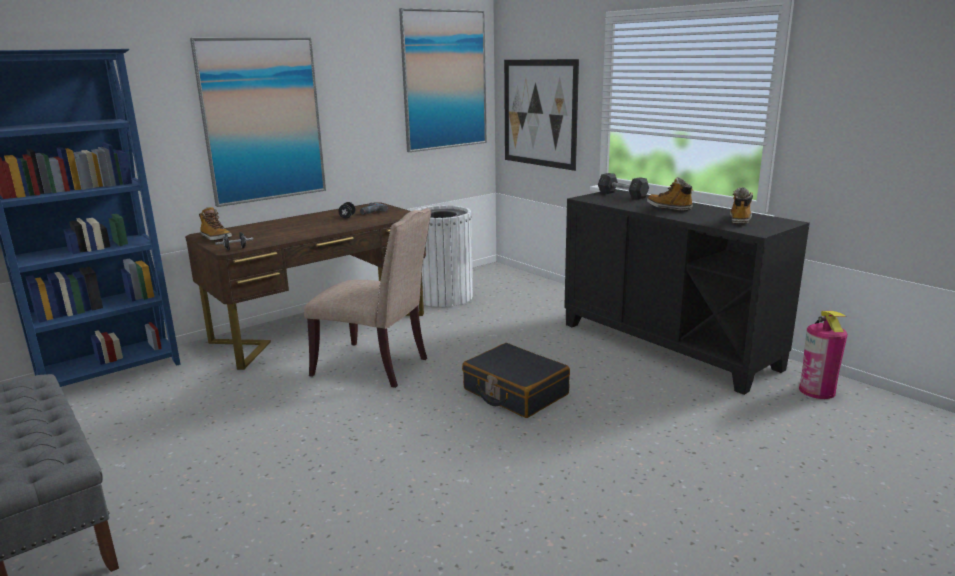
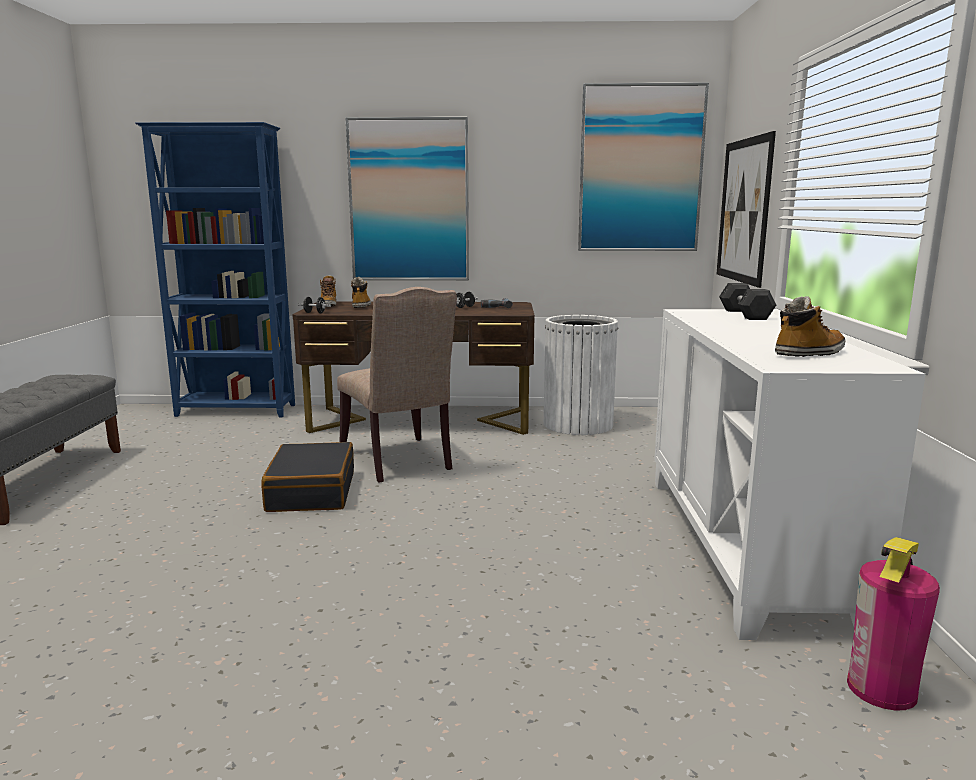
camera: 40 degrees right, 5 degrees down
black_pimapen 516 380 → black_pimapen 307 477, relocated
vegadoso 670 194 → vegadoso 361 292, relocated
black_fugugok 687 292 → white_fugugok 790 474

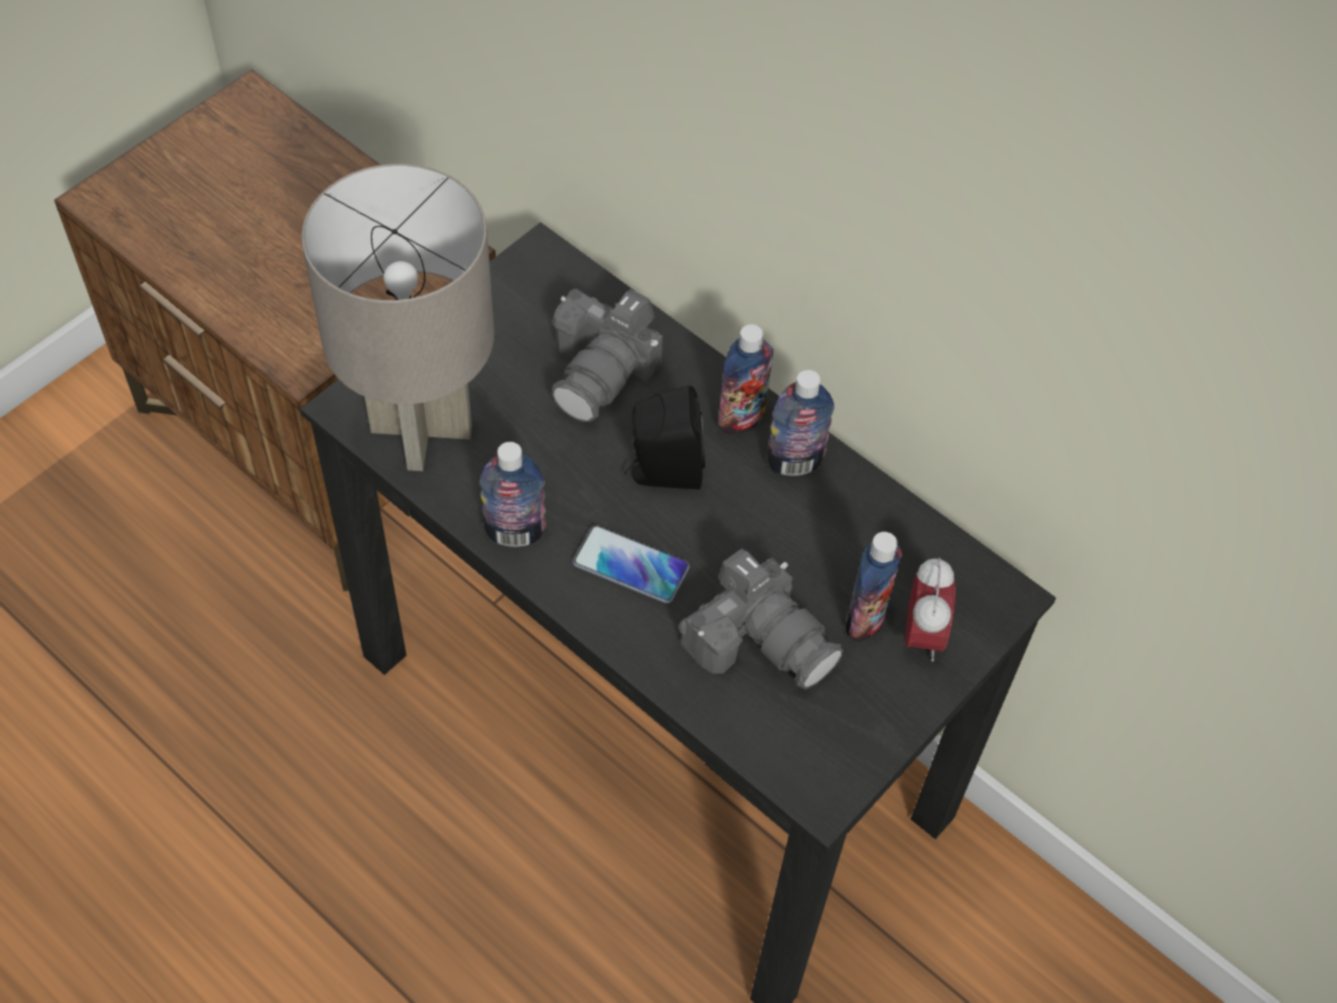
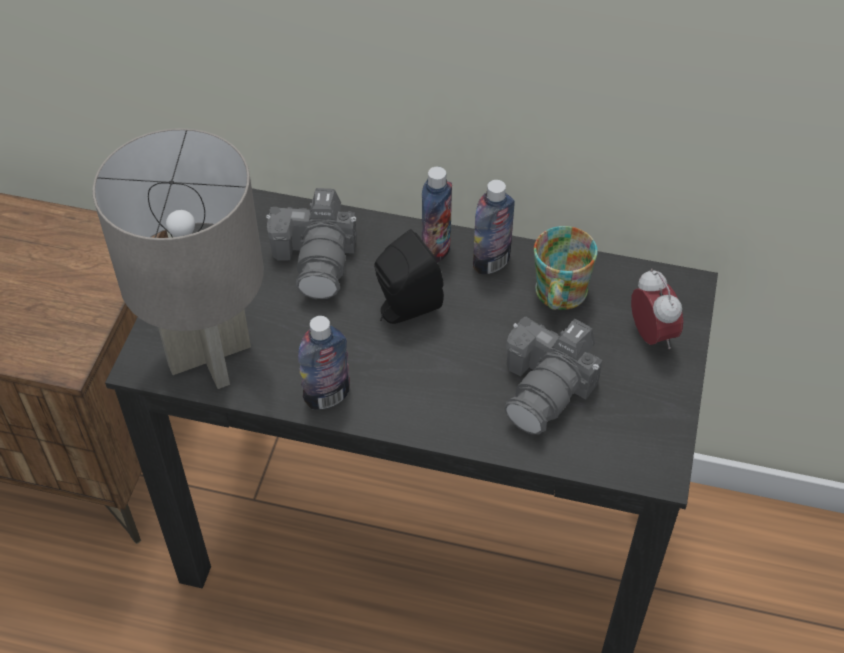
camera: 25 degrees left, 5 degrees down
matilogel 631 564 → -
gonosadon 874 587 → -
- → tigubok 566 268
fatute 761 618 → fatute 554 375, 105 degrees clockwise

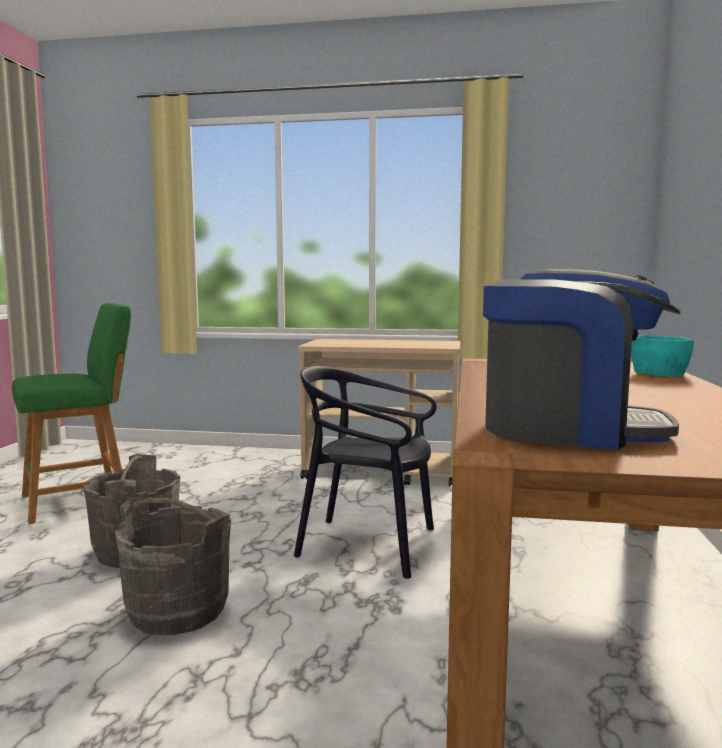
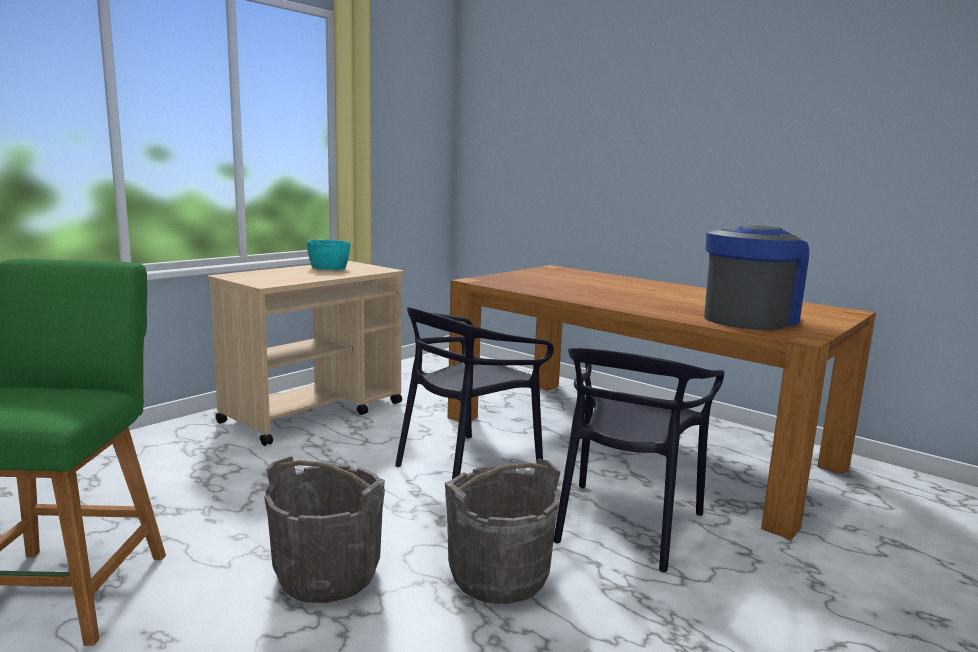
camera: 60 degrees left, 5 degrees up
- → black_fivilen 638 460
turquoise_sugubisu 662 356 → turquoise_sugubisu 328 255, relocated

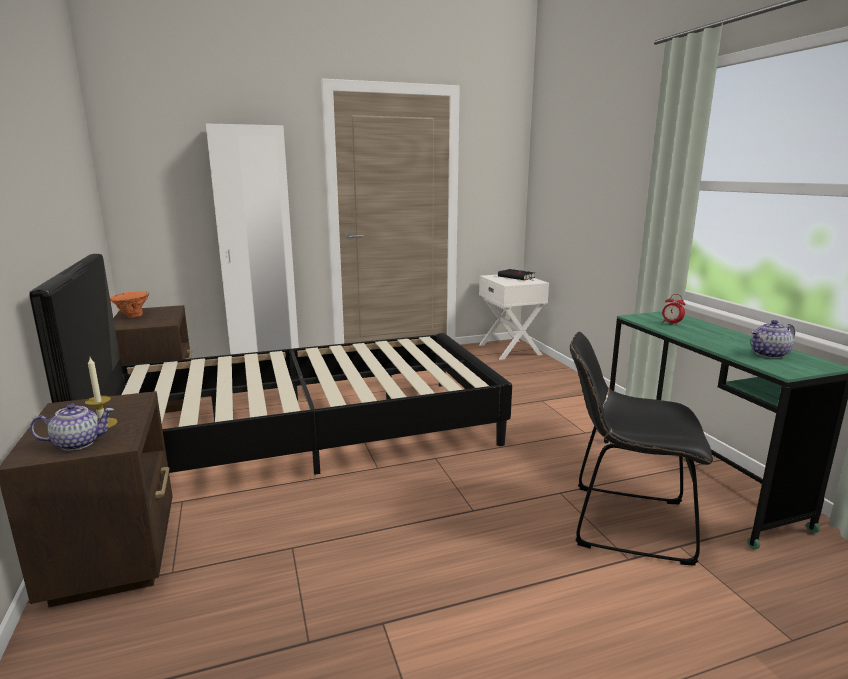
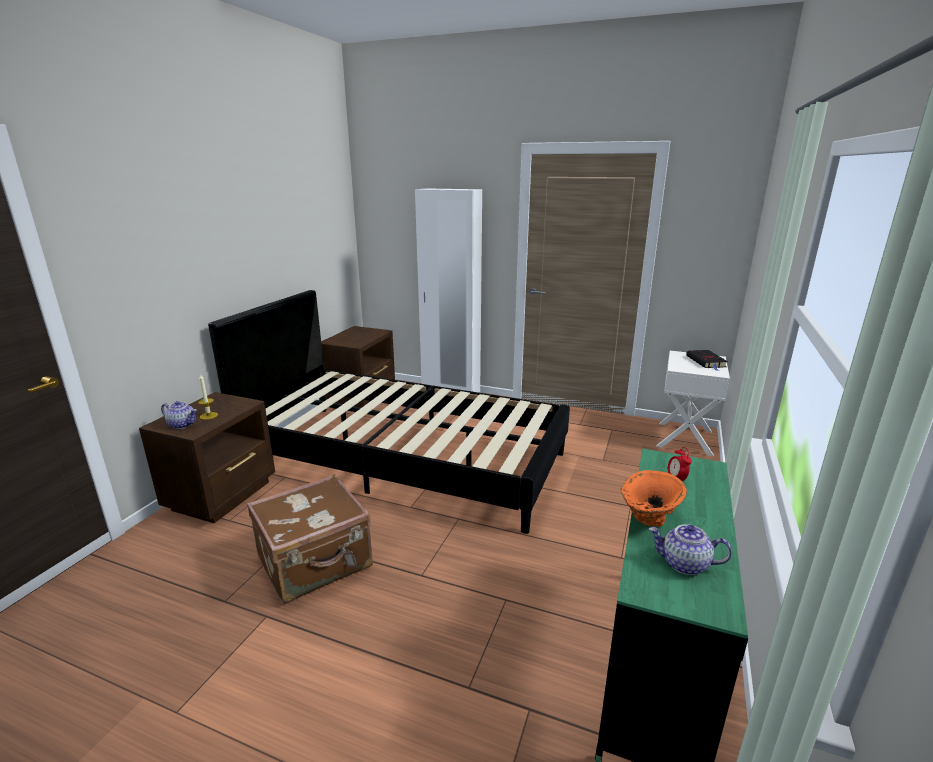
camera: 40 degrees right, 5 degrees up
black_fivilen 641 448 → -
- → brown_pimapen 310 539
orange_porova 129 304 → orange_porova 653 498, relocated

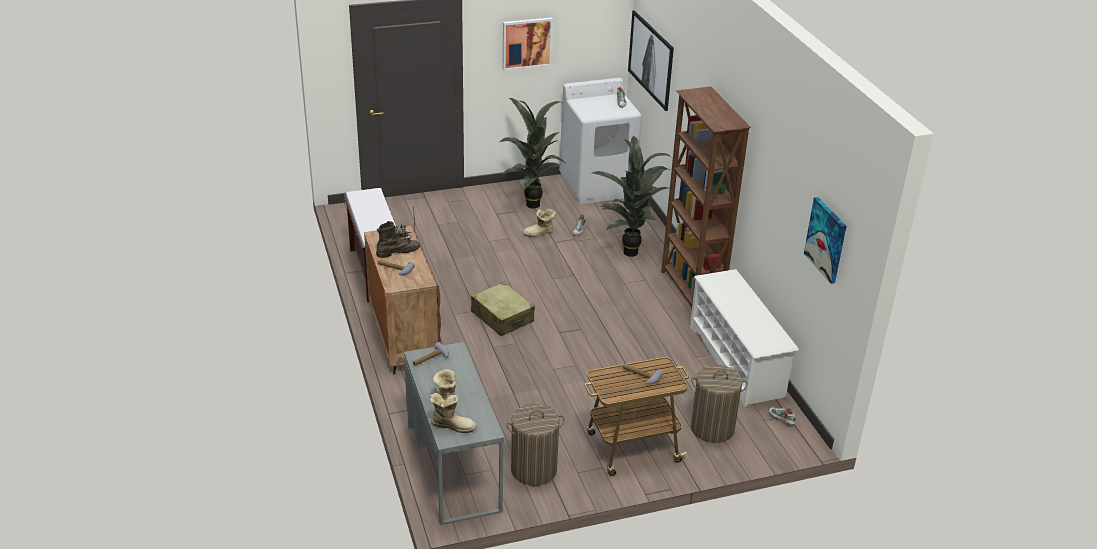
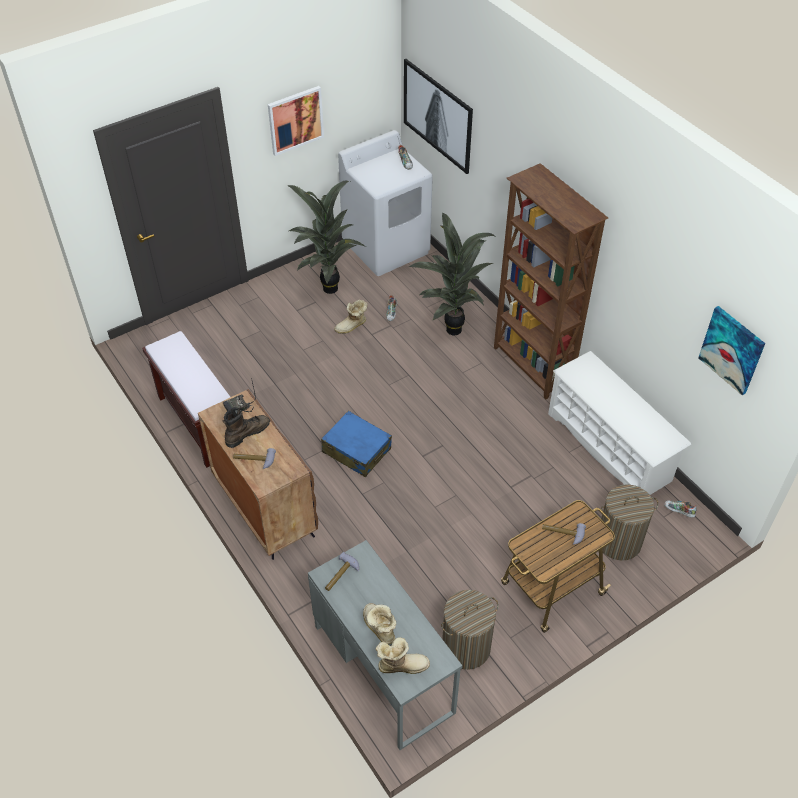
camera: 15 degrees left, 15 degrees up
beige_pimapen 503 309 → blue_pimapen 356 444

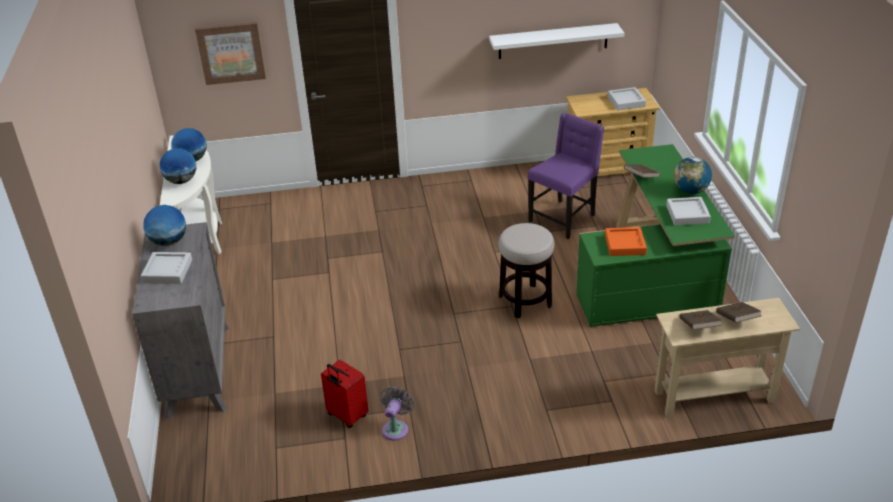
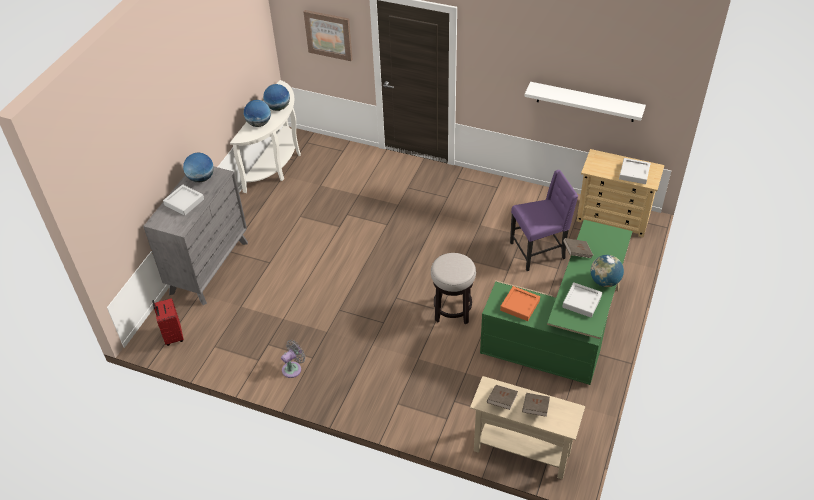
camera: 30 degrees right, 10 degrees up
red_pimapen 345 394 → red_pimapen 168 322, relocated

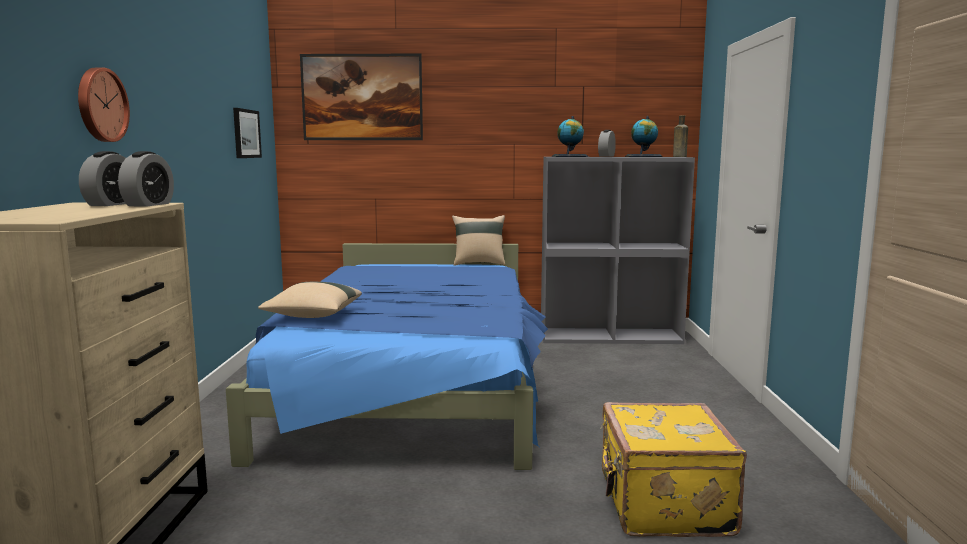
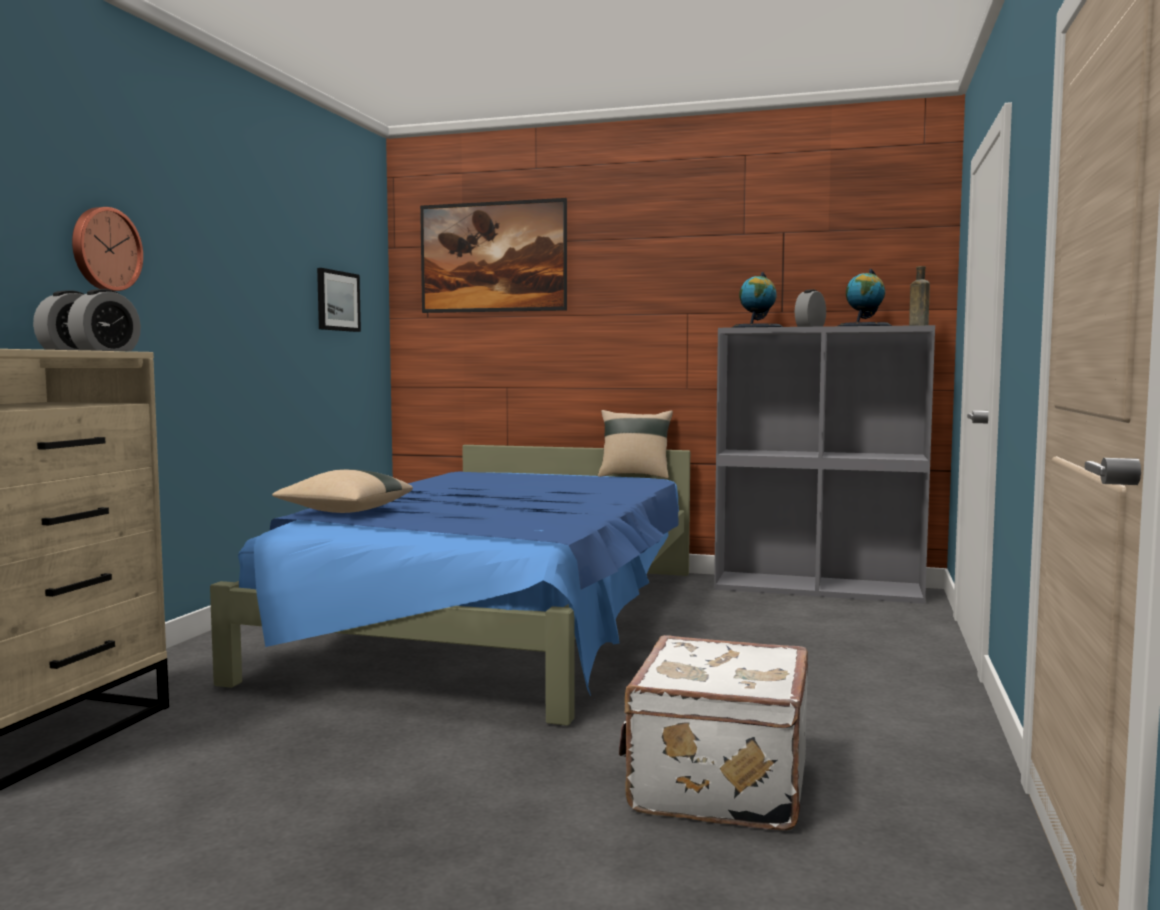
camera: 15 degrees right, 5 degrees down
yellow_pimapen 673 469 → white_pimapen 713 733

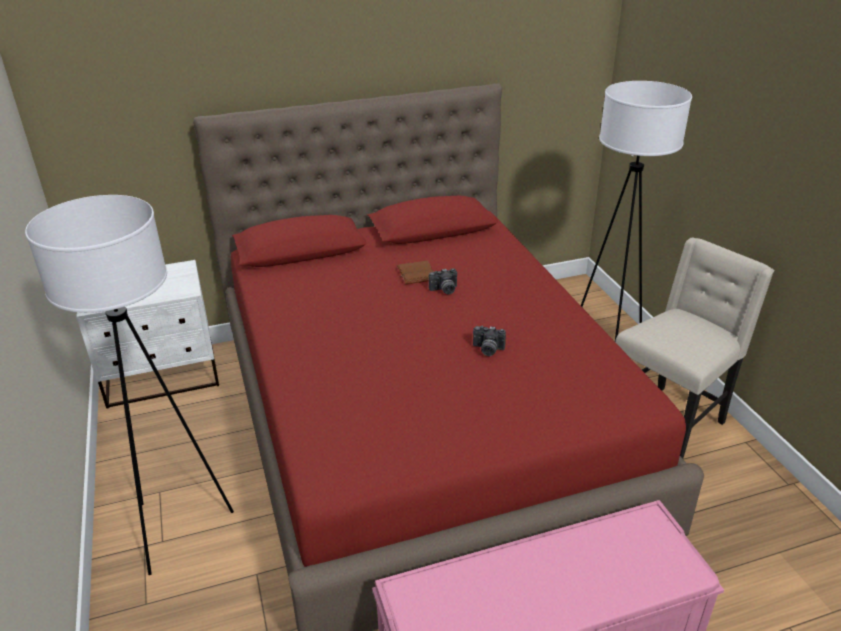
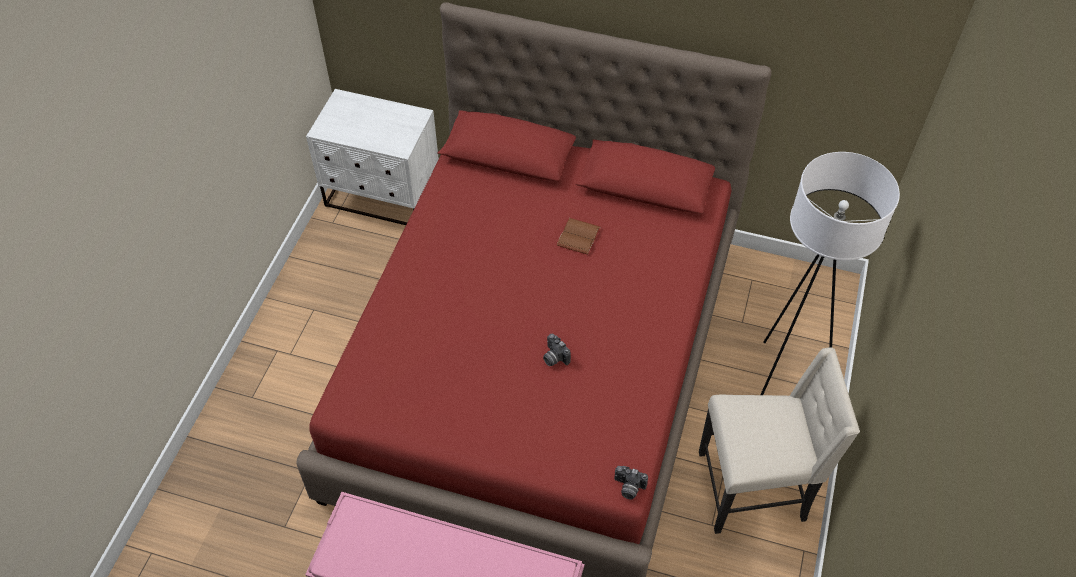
camera: 35 degrees right, 20 degrees up
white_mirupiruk 129 385 → -
fatute 443 281 → fatute 631 482, relocated

